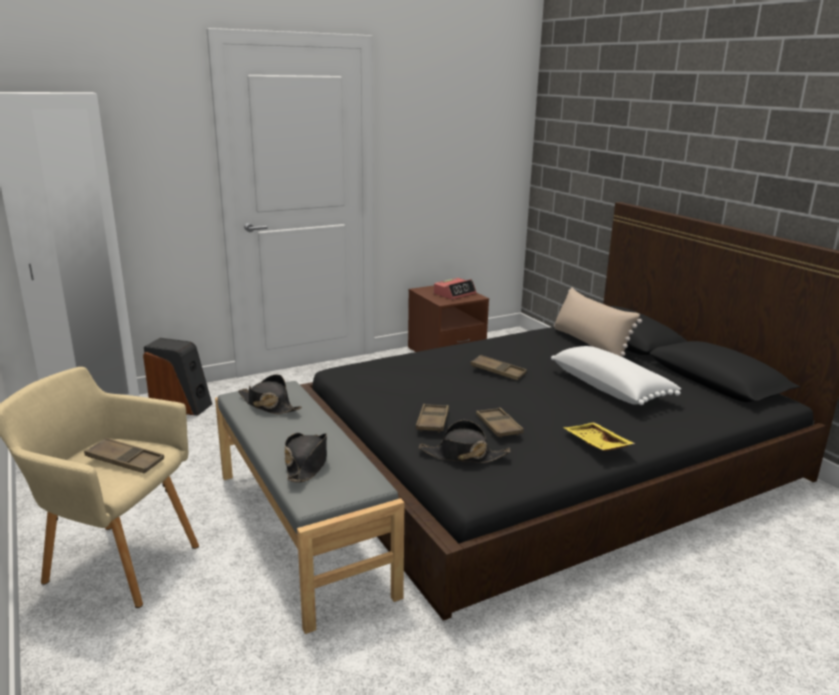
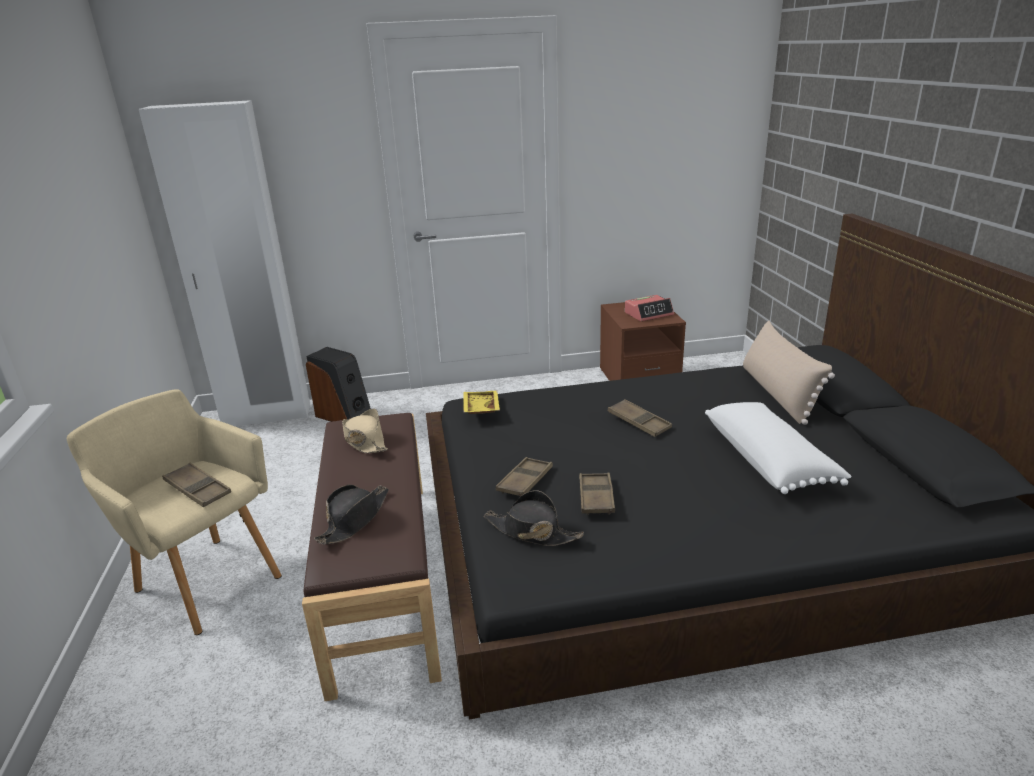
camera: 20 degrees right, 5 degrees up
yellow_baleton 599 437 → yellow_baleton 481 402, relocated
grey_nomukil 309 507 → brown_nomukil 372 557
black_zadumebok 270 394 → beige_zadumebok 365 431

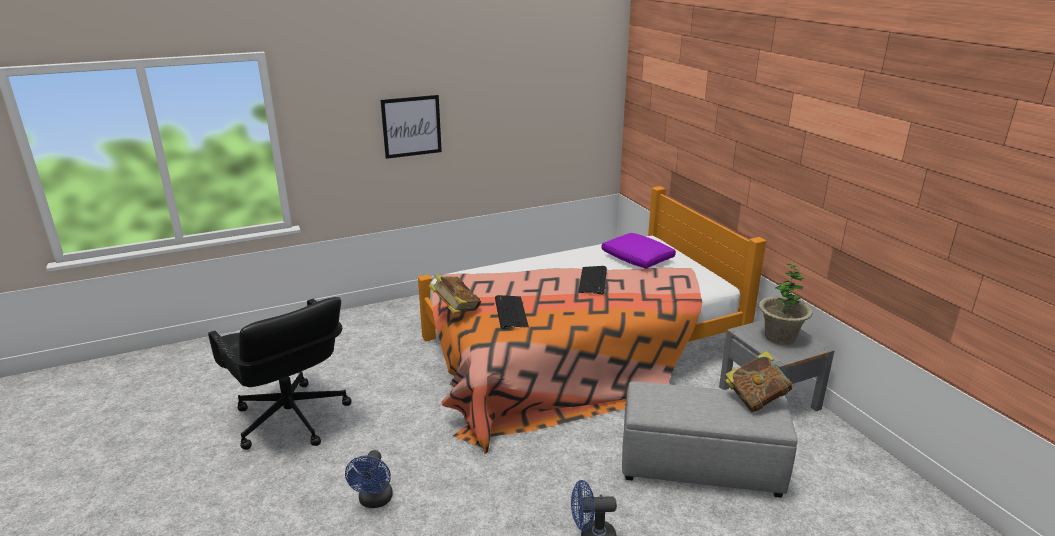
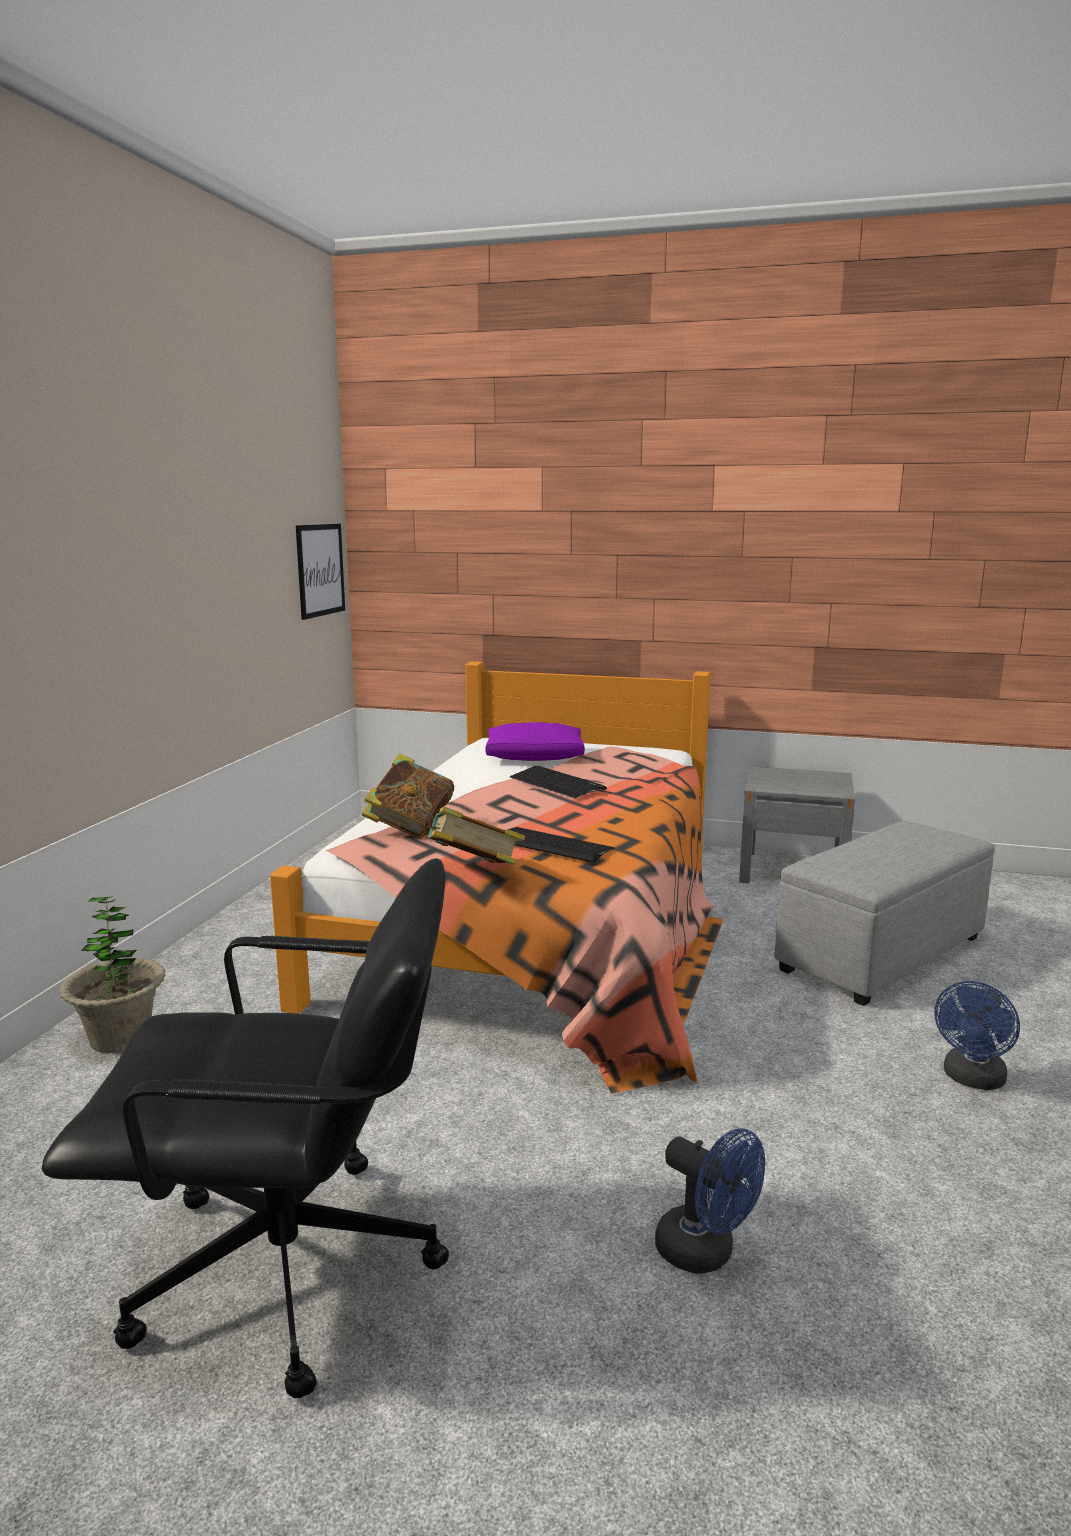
camera: 50 degrees left, 10 degrees down
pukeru 411 127 → pukeru 320 572, relocated
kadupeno 758 381 → kadupeno 408 796, relocated
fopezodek 786 304 → fopezodek 112 974, relocated

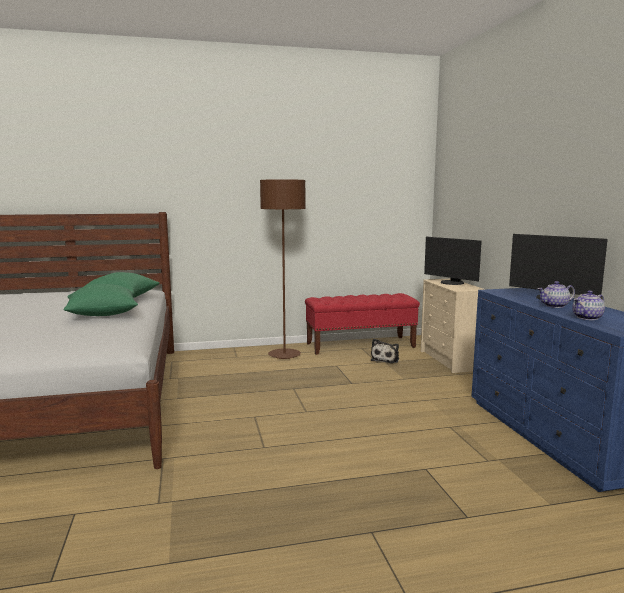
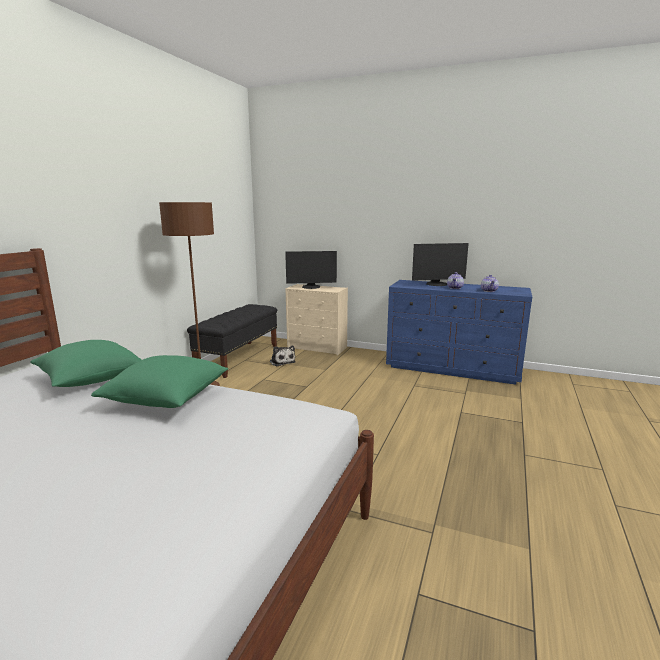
camera: 55 degrees left, 5 degrees up
red_nomukil 362 324 → black_nomukil 232 341

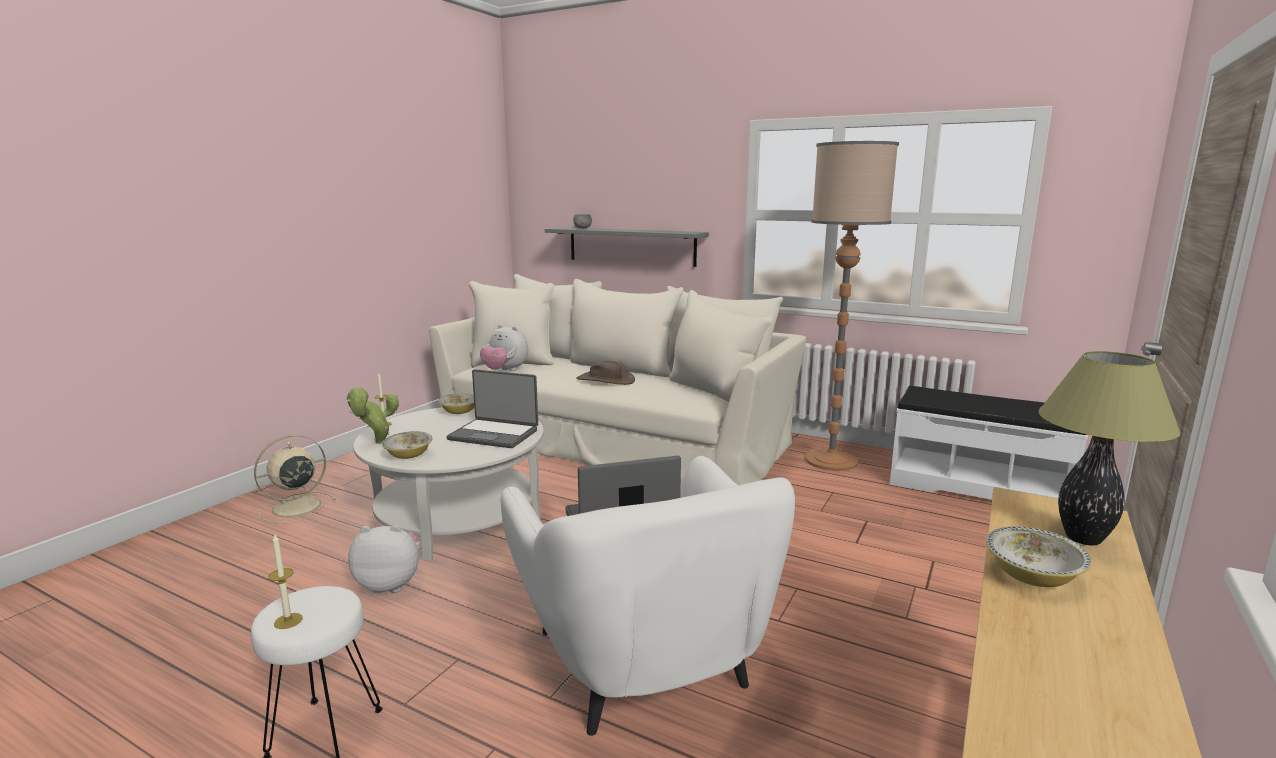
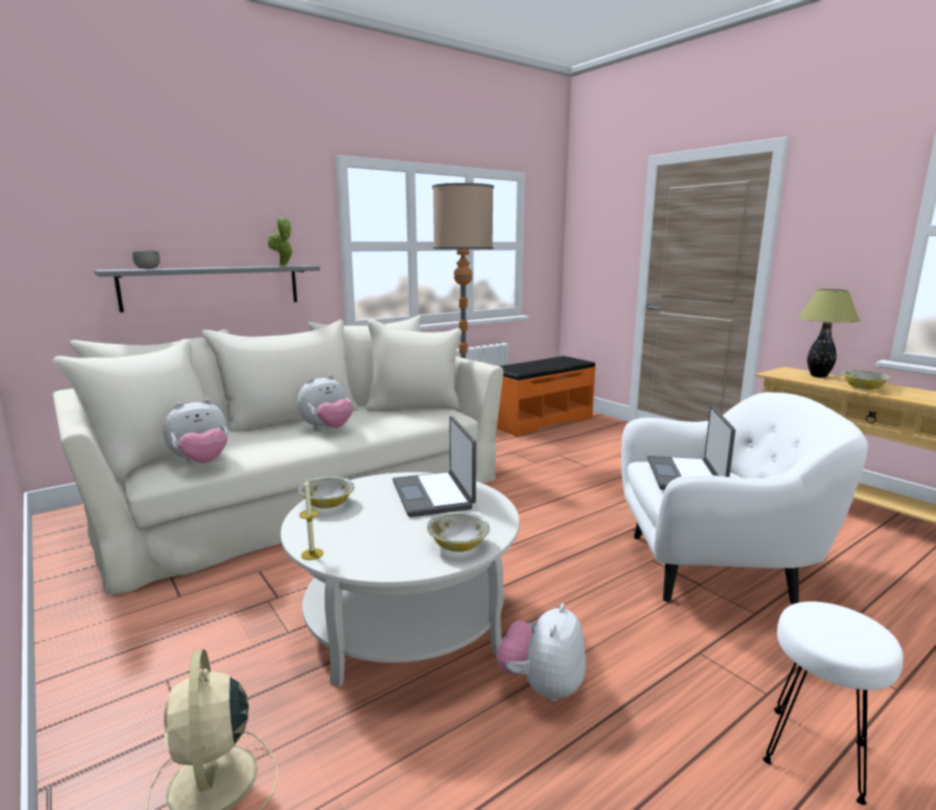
camera: 65 degrees left, 0 degrees up
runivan 286 581 → -
fopezodek 373 415 → fopezodek 280 241, relocated
brown_zadumebok 605 373 → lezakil 325 402
white_nomukil 989 443 → orange_nomukil 546 396
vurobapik 492 408 → vurobapik 434 466, 120 degrees clockwise

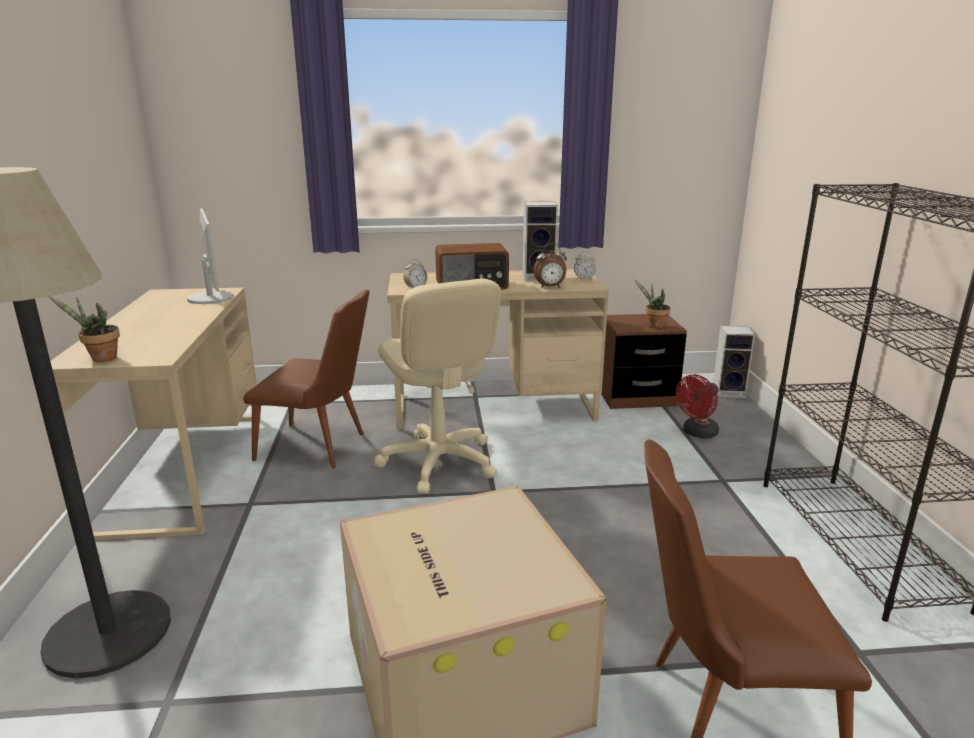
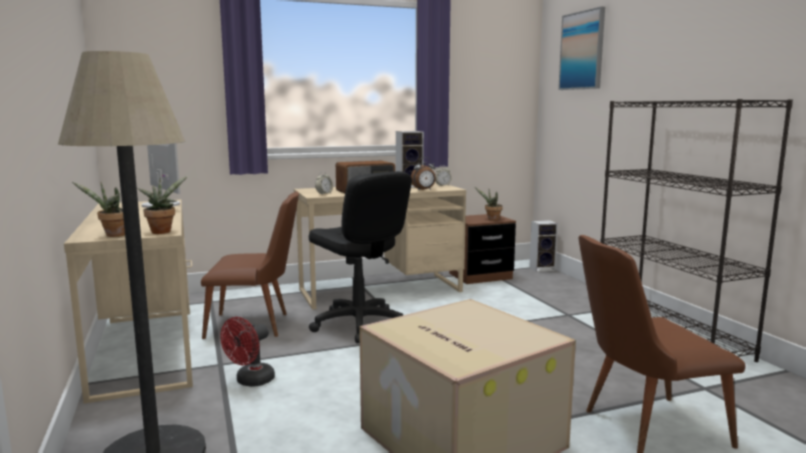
camera: 15 degrees left, 10 degrees down
- → fopezodek 162 205
- → pukeru 581 48
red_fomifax 697 407 → red_fomifax 248 352, relocated
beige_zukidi 437 386 → black_zukidi 360 257

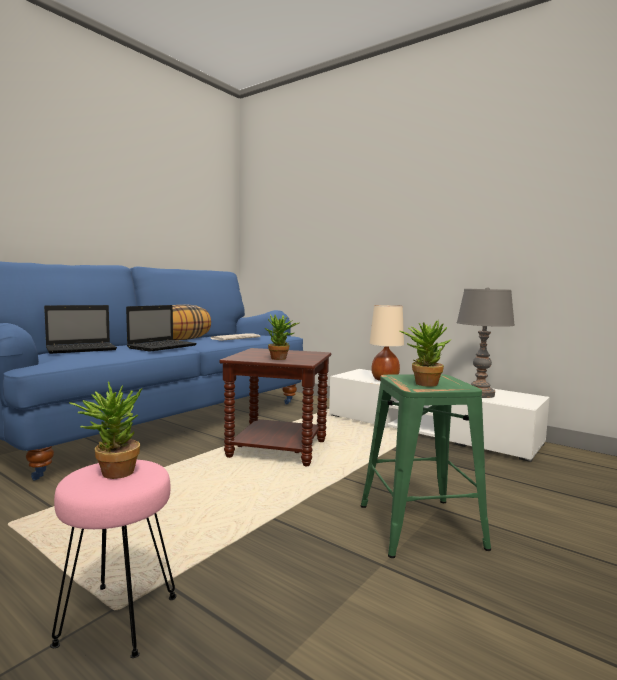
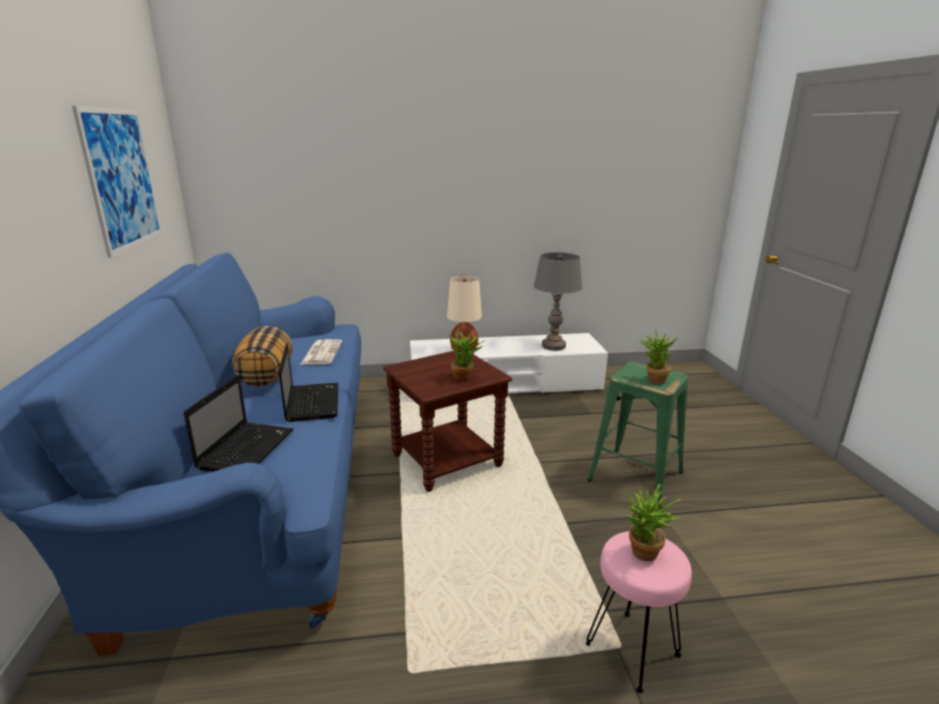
camera: 45 degrees left, 15 degrees up
- → pukeru 117 182

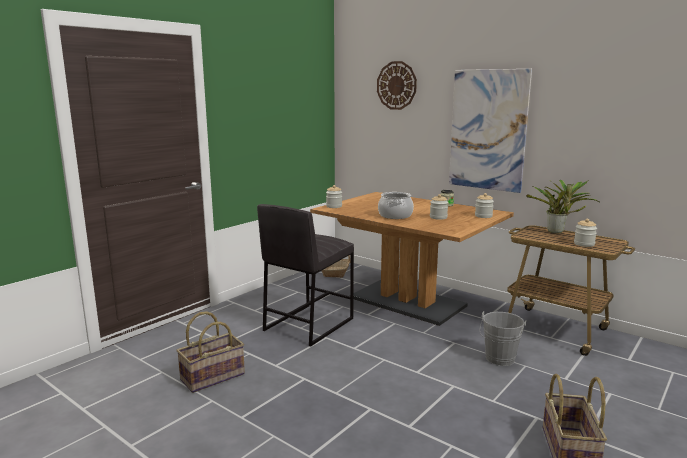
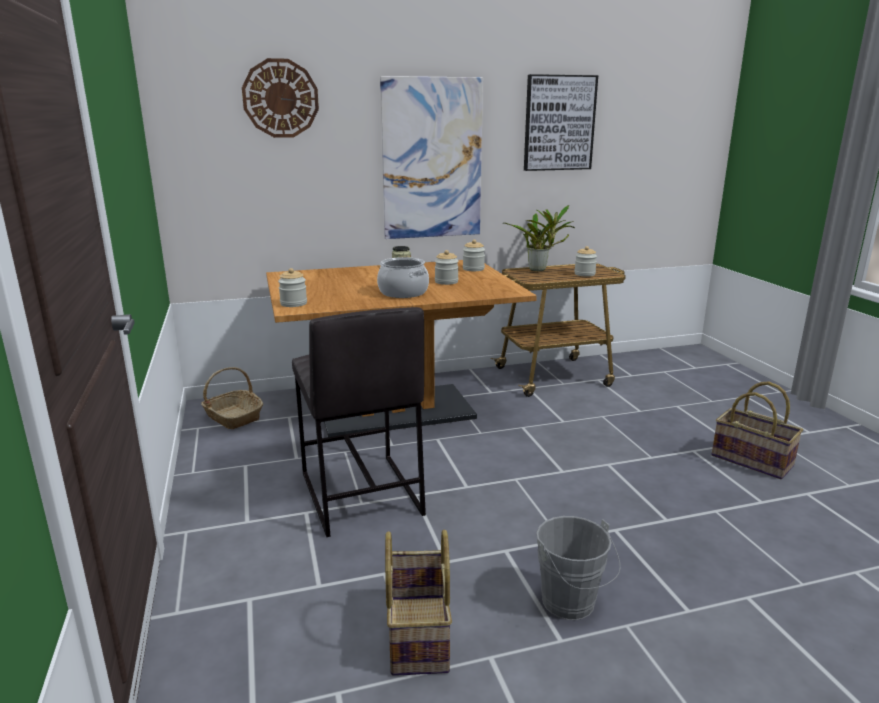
camera: 55 degrees left, 5 degrees up
- → pukeru 561 122
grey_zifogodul 503 338 → grey_zifogodul 578 568, relocated

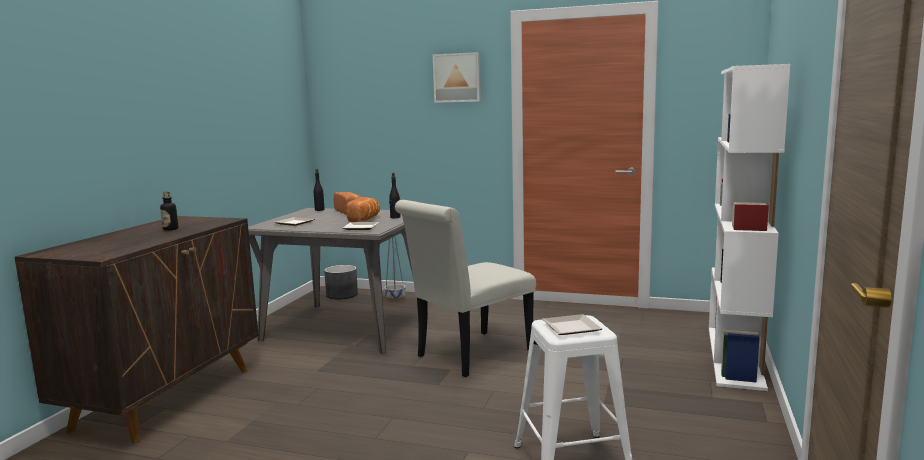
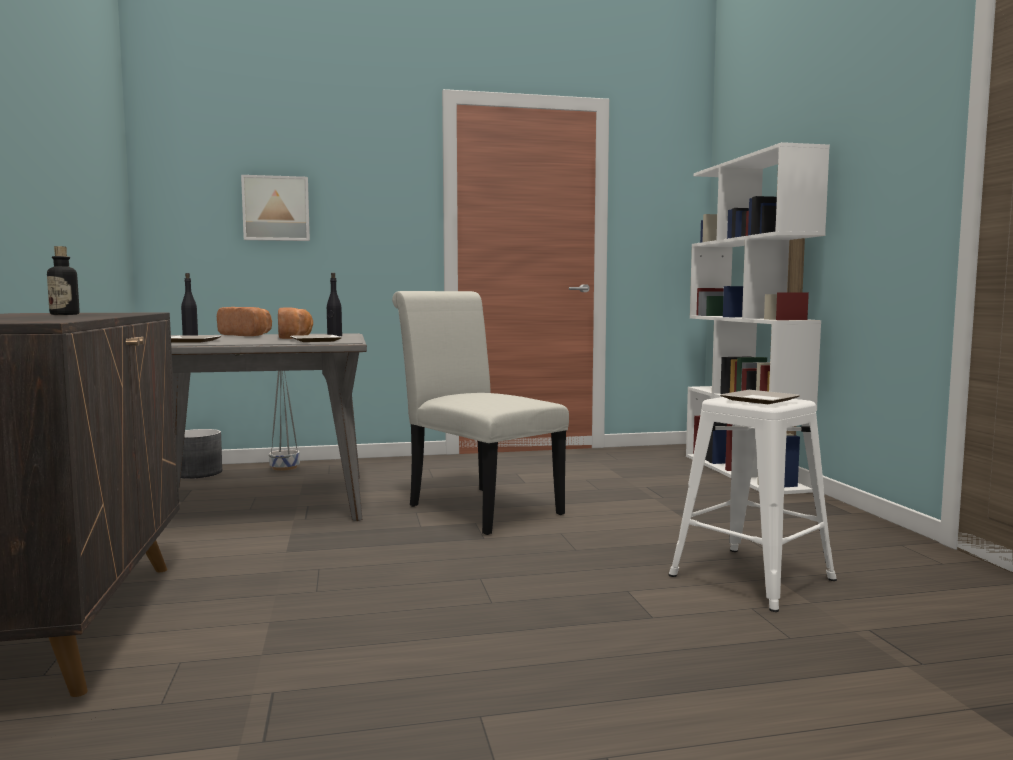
camera: 30 degrees left, 5 degrees down
pukeru 457 77 → pukeru 275 208, relocated
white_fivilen 465 288 → white_fivilen 480 413, 120 degrees clockwise

